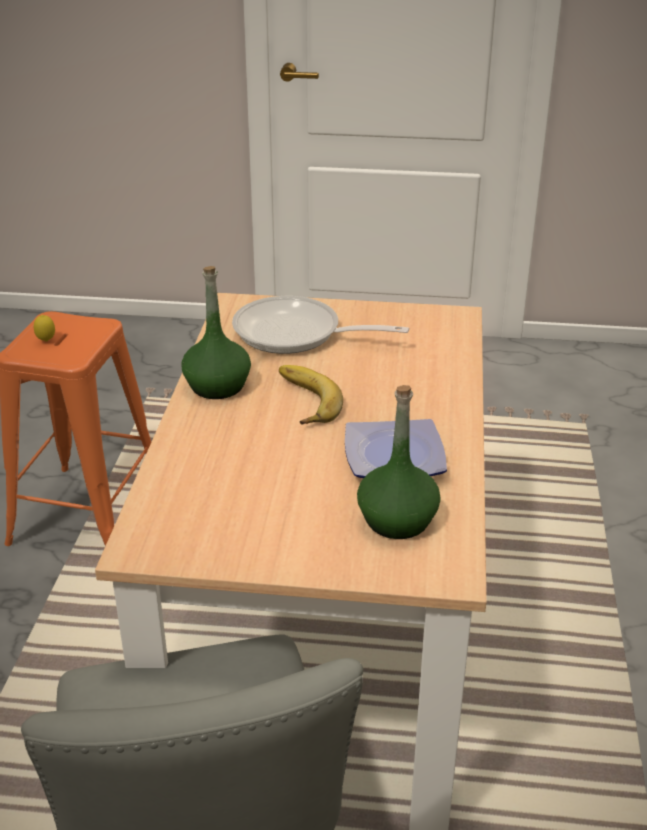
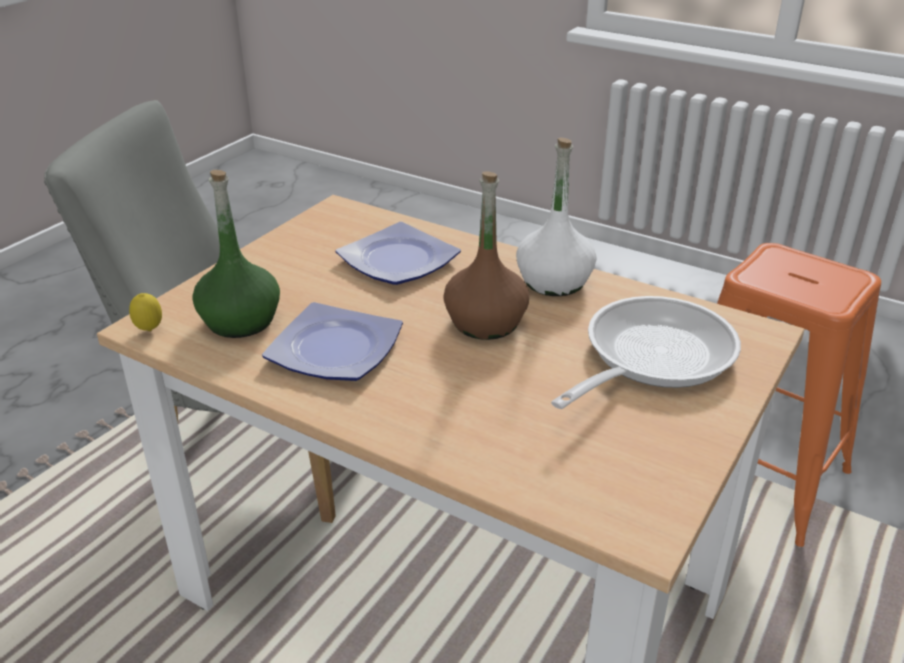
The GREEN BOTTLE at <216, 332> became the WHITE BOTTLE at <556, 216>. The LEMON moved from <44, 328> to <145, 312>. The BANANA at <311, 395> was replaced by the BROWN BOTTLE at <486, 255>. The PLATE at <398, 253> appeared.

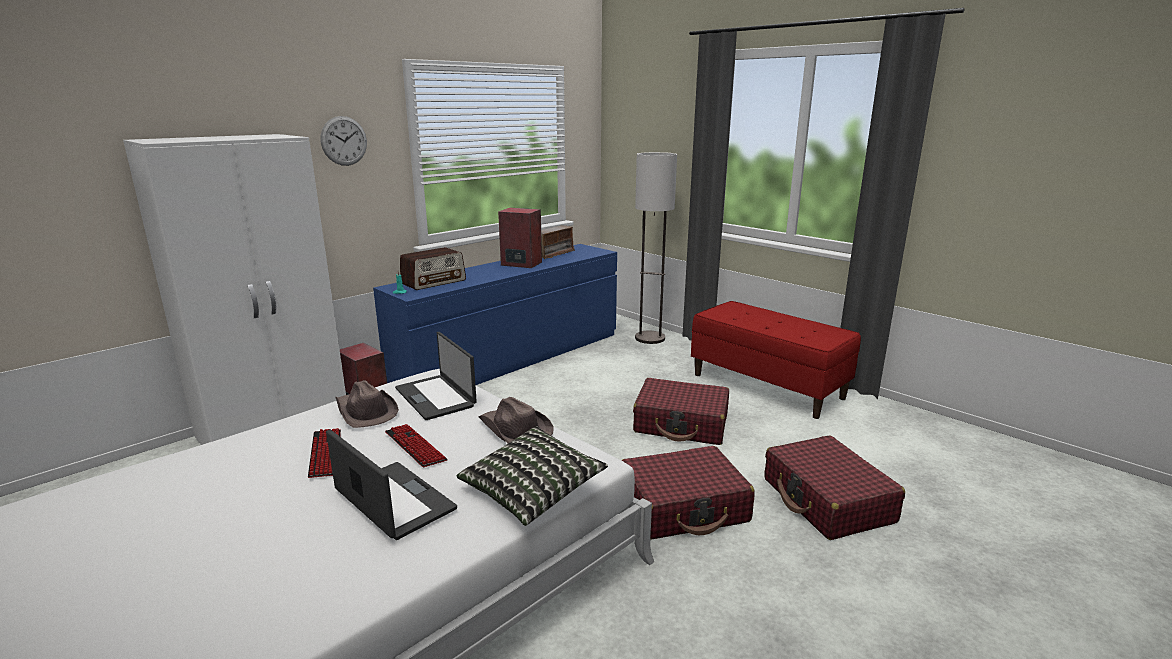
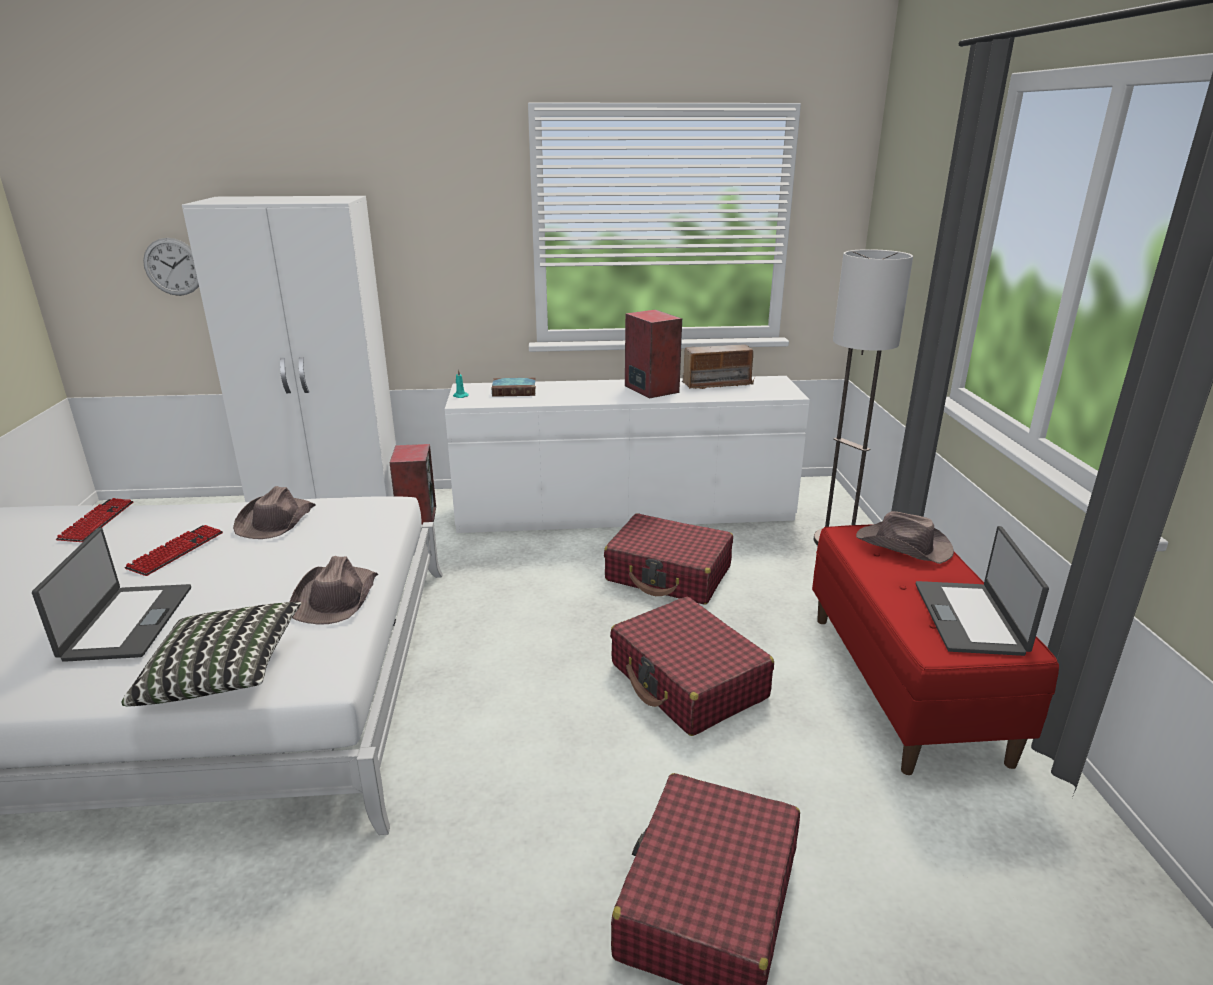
The WALL CLOCK moved from <343, 141> to <171, 267>. The BLUE DRESSER at <495, 314> became the WHITE DRESSER at <627, 454>. The RADIO at <433, 268> was replaced by the BOOK at <514, 387>. The LAPTOP moved from <436, 376> to <982, 591>. The KEYBOARD moved from <416, 445> to <95, 520>. The RED SUITCASE moved from <688, 493> to <668, 559>. The BROWN HAT at <905, 537> appeared.

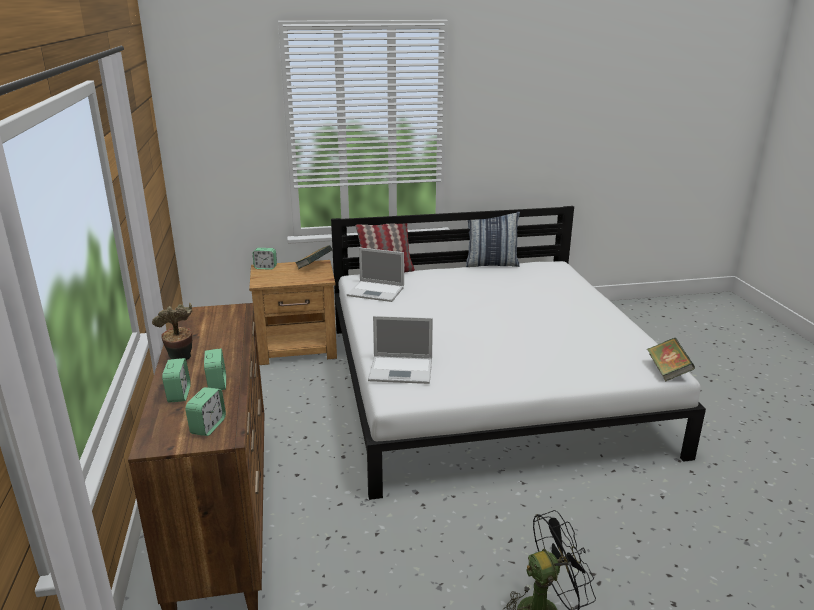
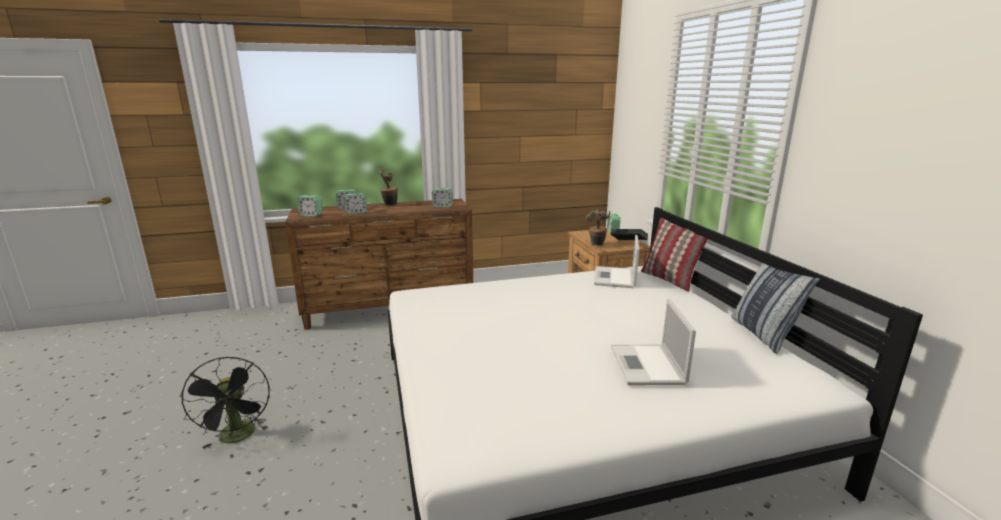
The LAPTOP moved from <400, 350> to <653, 341>. The BOOK at <671, 359> disappeared. The ALARM CLOCK at <442, 198> appeared. The POTTED PLANT at <598, 227> appeared.

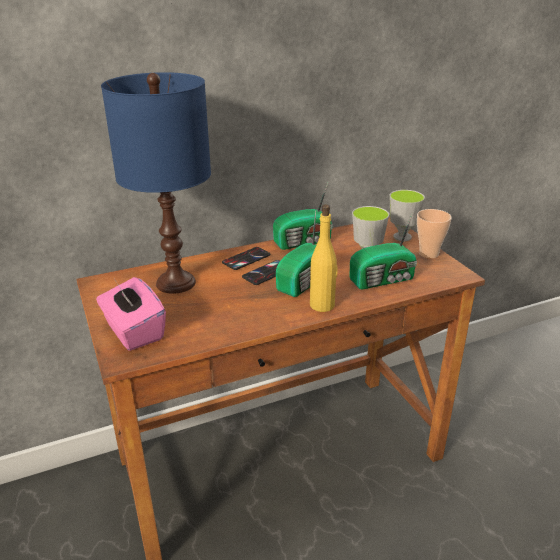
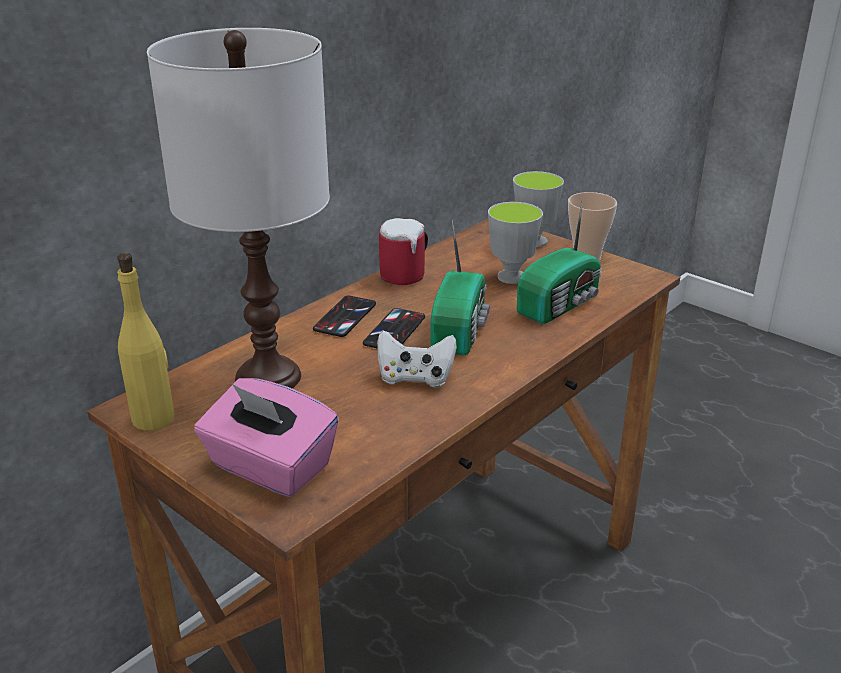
The BLUE TABLE LAMP at <156, 183> became the WHITE TABLE LAMP at <238, 208>. The RADIO at <303, 216> was replaced by the MUG at <403, 251>. The YELLOW BOTTLE moved from <323, 258> to <146, 342>. The WHITE GAME CONTROLLER at <417, 359> appeared.

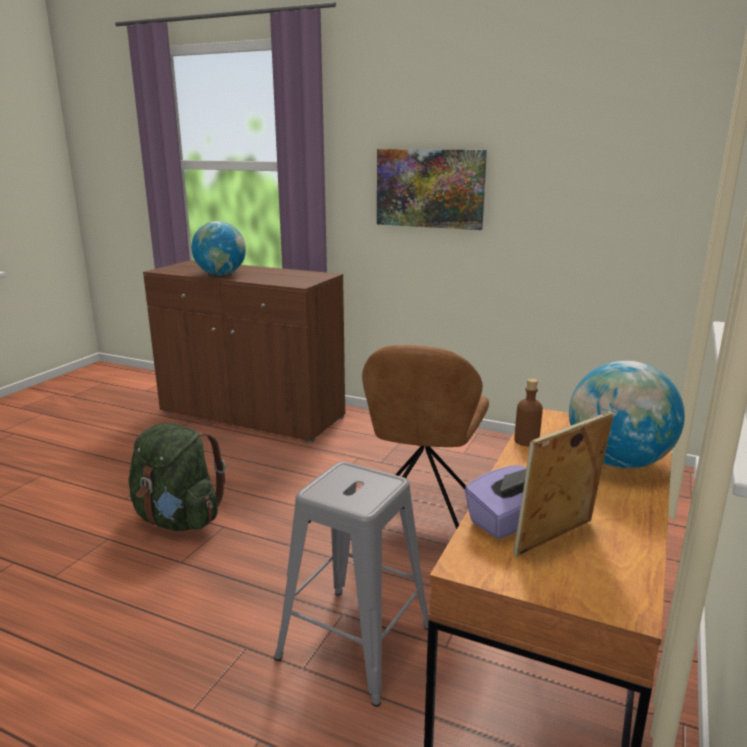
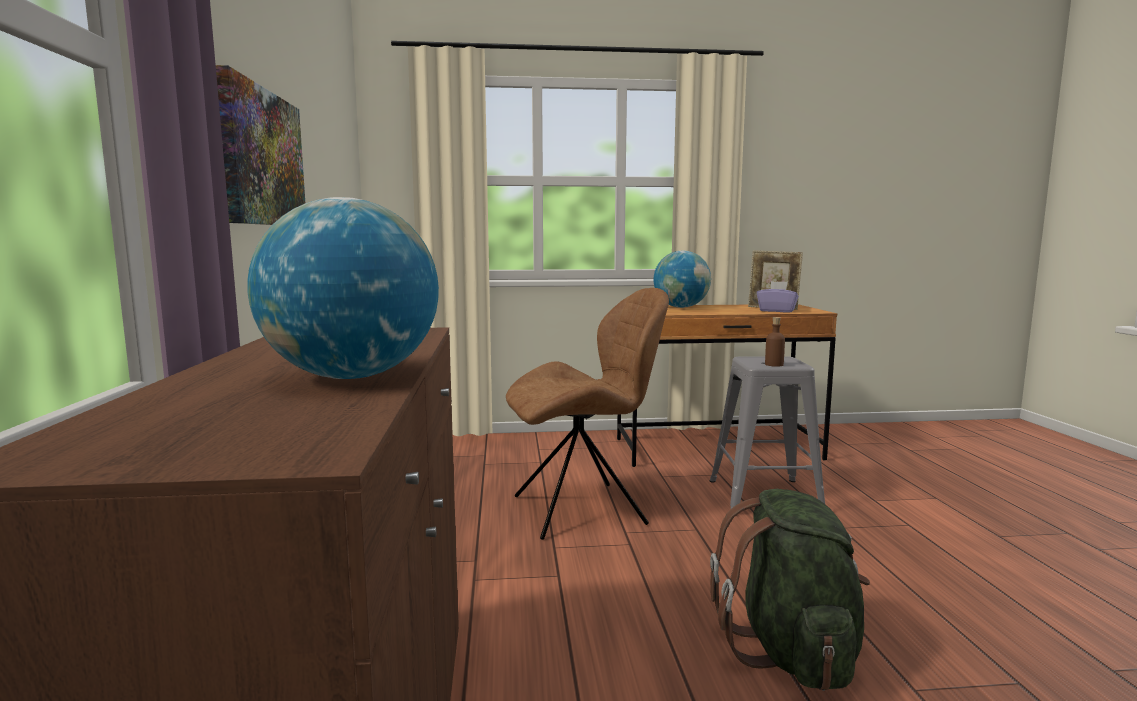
The BROWN BOTTLE moved from <528, 412> to <775, 342>.

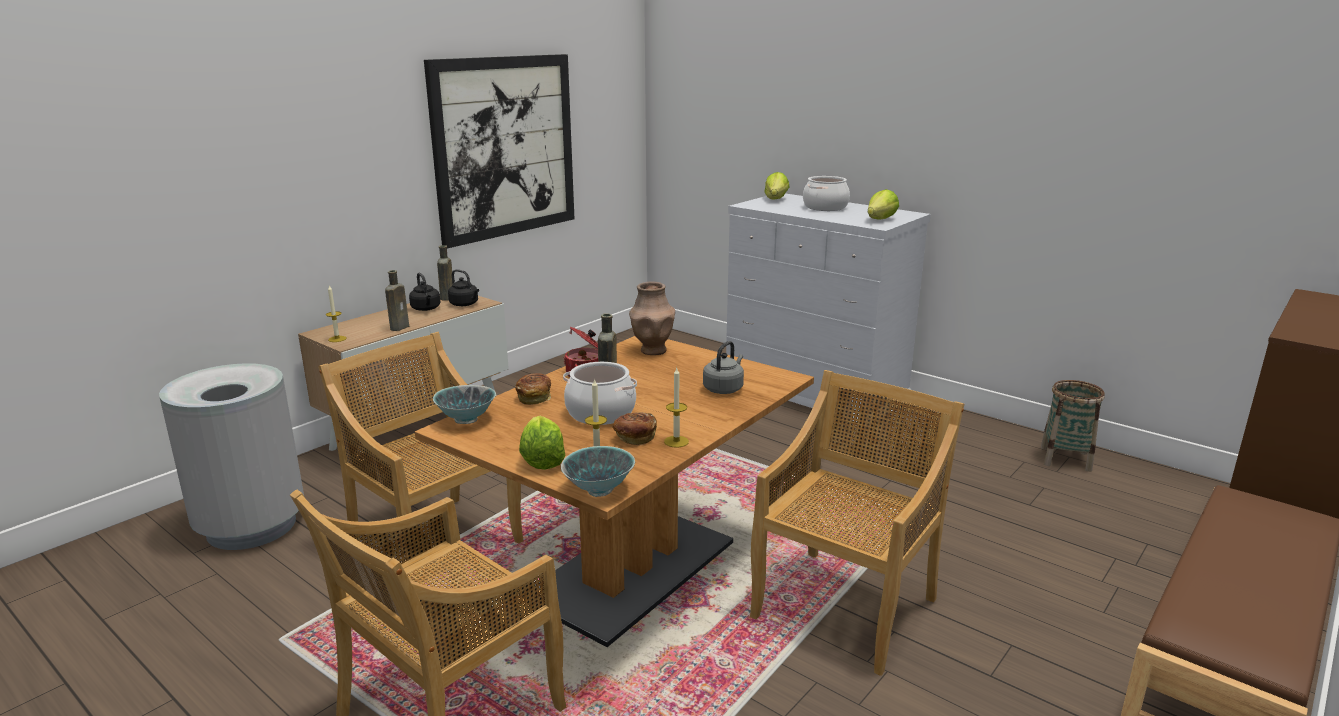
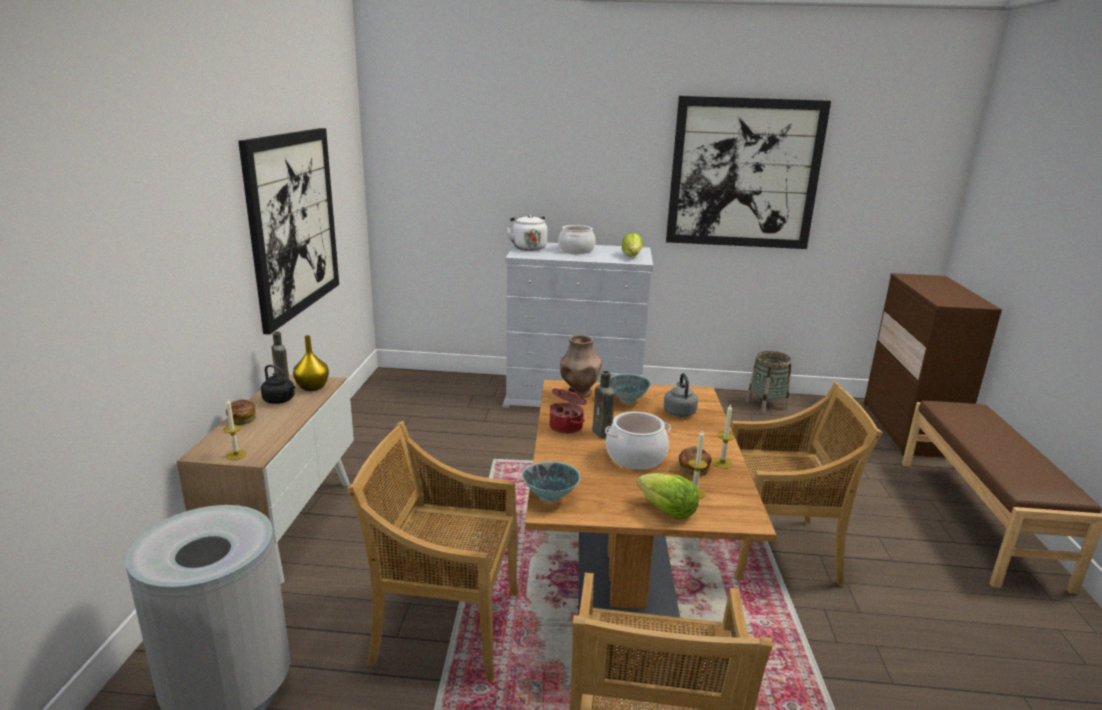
The LETTUCE at <776, 185> was replaced by the WHITE KETTLE at <526, 233>. The BLACK KETTLE at <463, 287> was replaced by the YELLOW VASE at <311, 363>. The BROWN BOTTLE at <397, 300> disappeared. The BEIGE CHAIR at <857, 523> turned 90 degrees clockwise. The BREAD moved from <533, 389> to <241, 412>. The BOWL moved from <598, 471> to <630, 388>. The PICTURE at <748, 172> appeared.

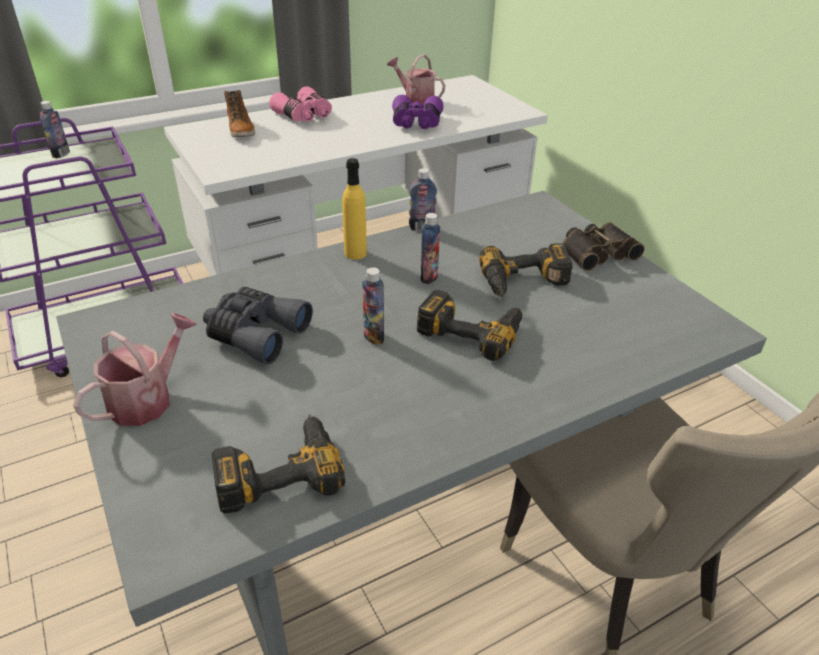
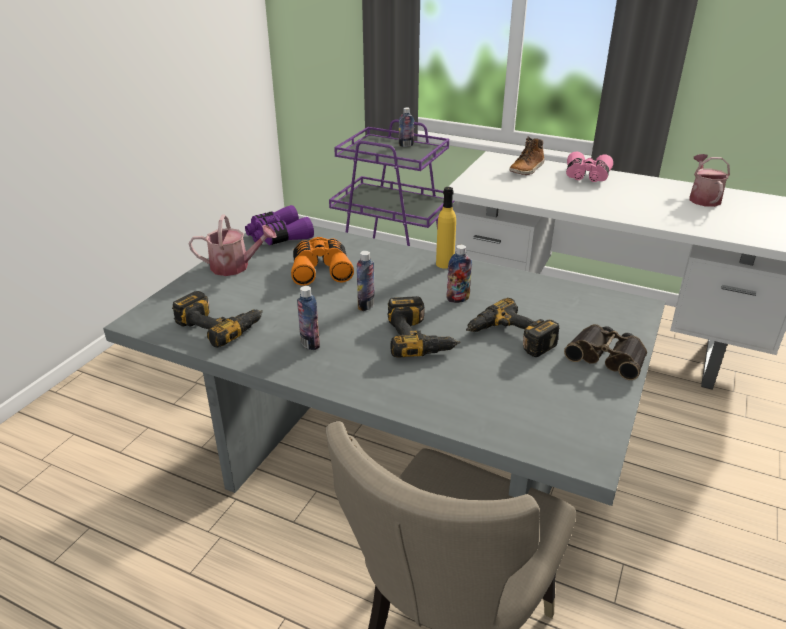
The PURPLE BINOCULARS moved from <417, 112> to <279, 225>. The BOTTLE moved from <423, 200> to <308, 318>. The GREY BINOCULARS at <258, 326> became the ORANGE BINOCULARS at <322, 261>.

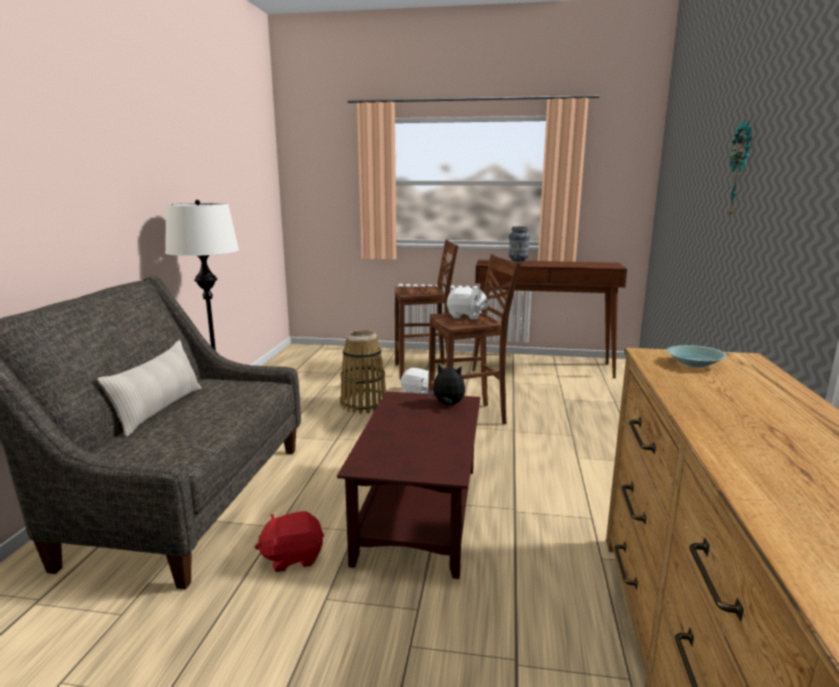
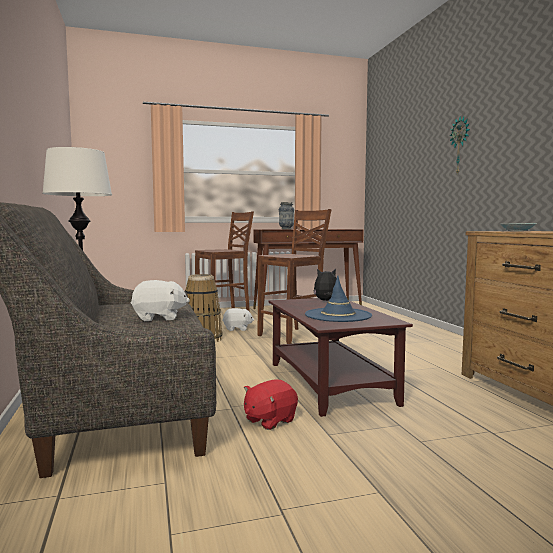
The WHITE PLUSH TOY moved from <468, 303> to <160, 300>. The BEIGE PILLOW at <149, 388> disappeared. The BLUE HAT at <338, 299> appeared.

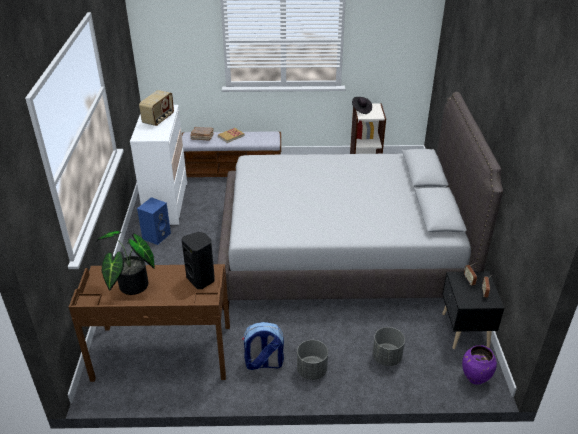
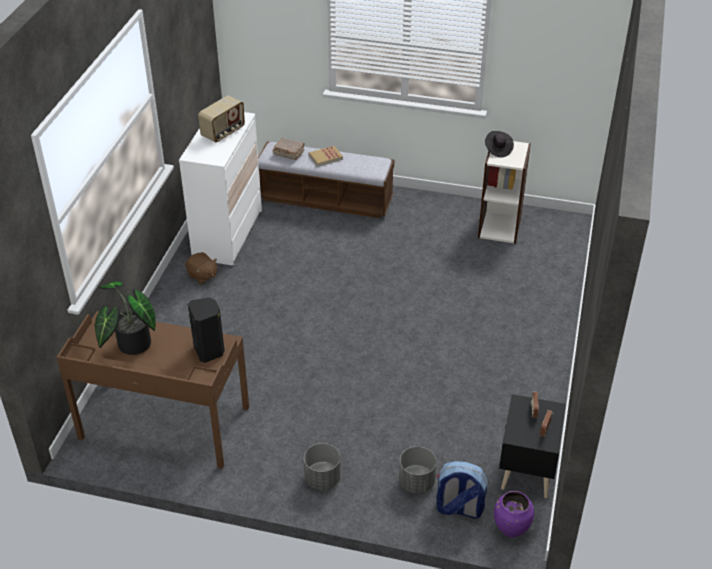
The GREY BED at <360, 201> disappeared. The BLUE SPEAKER at <154, 221> was replaced by the BROWN PLUSH TOY at <201, 268>. The BACKPACK moved from <263, 346> to <462, 490>.

